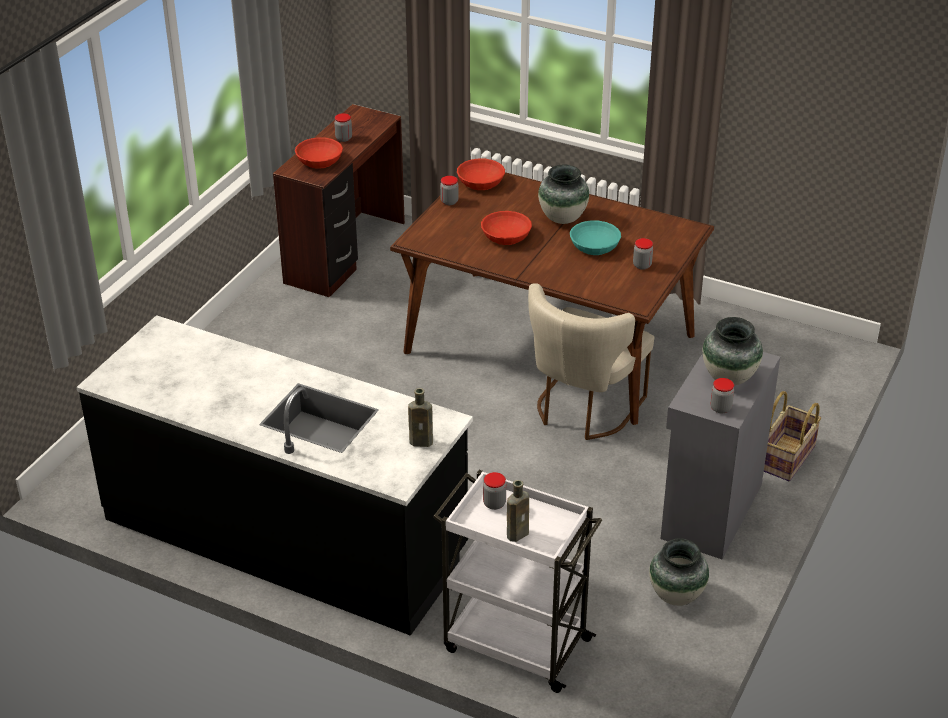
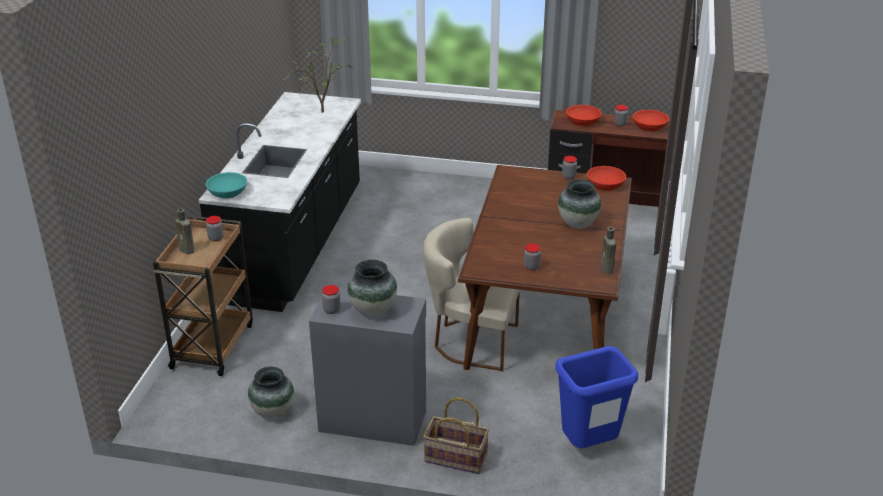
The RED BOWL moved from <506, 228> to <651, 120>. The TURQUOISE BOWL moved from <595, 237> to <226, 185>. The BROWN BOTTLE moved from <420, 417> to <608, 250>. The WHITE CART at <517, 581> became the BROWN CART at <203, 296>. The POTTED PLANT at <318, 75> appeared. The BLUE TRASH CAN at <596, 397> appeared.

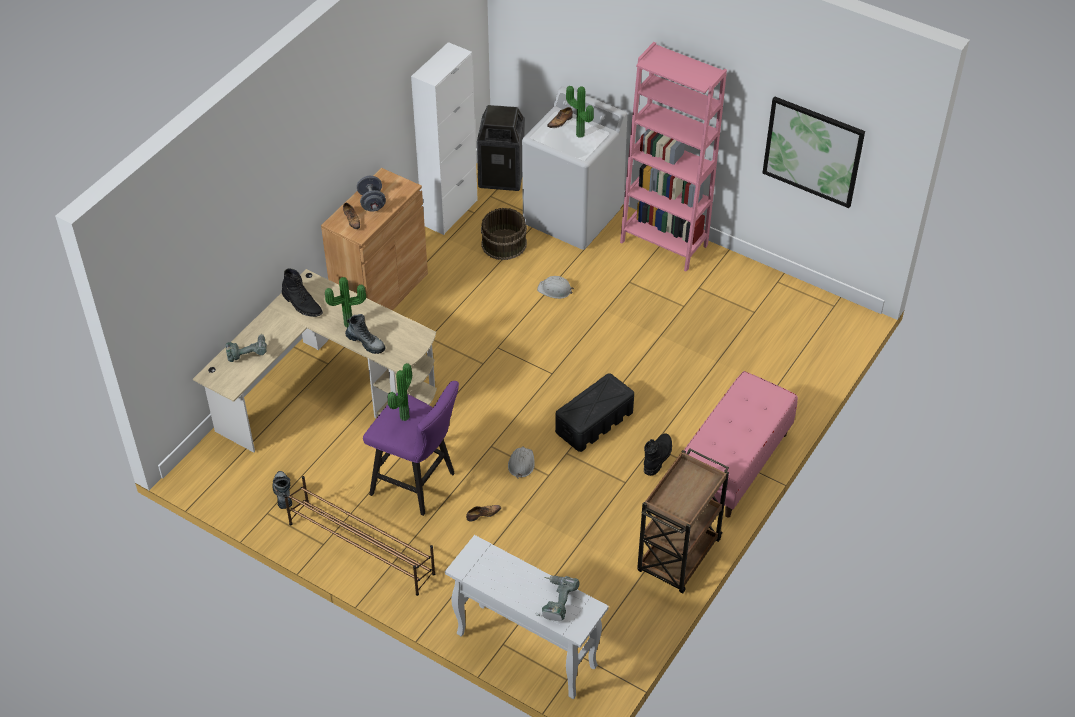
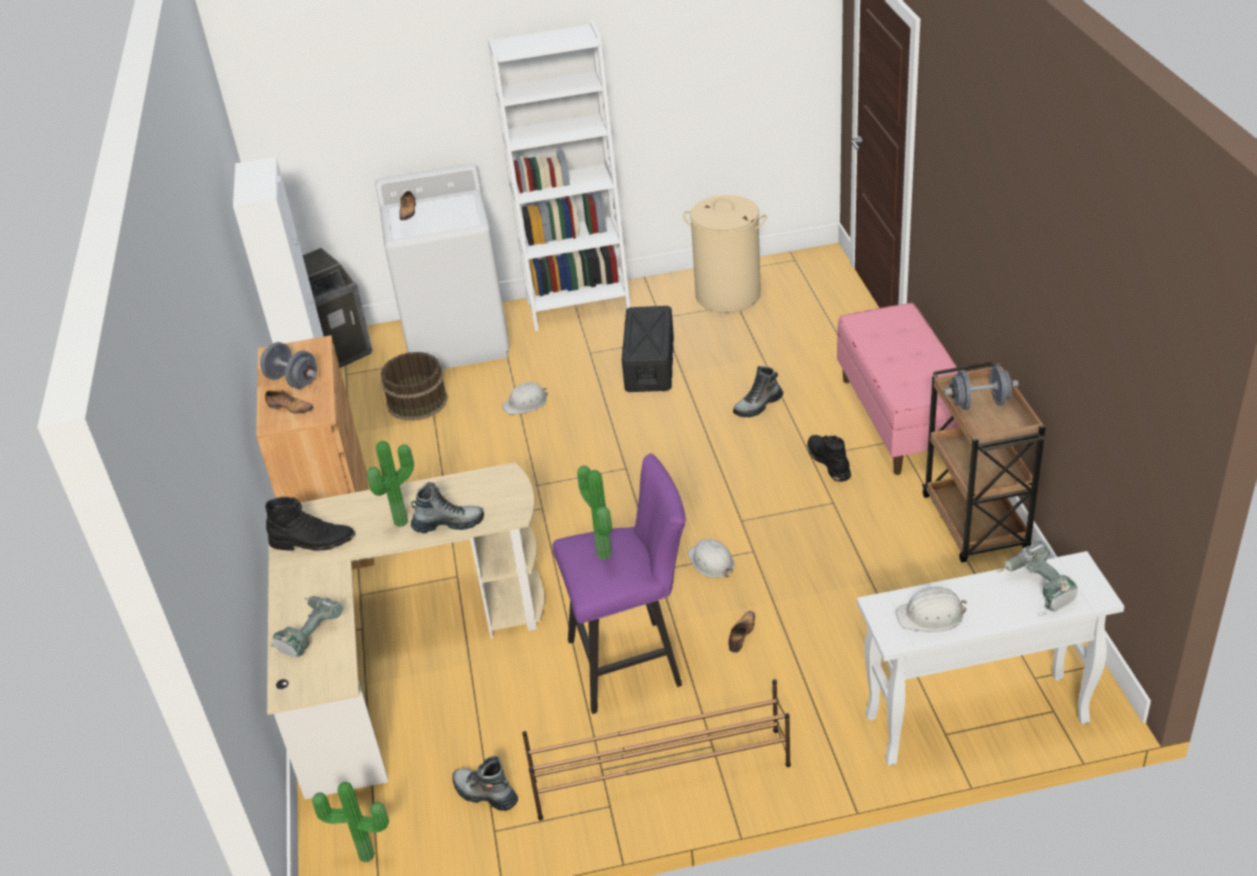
The PINK BOOKCASE at <673, 157> became the WHITE BOOKCASE at <559, 176>. The POTTED PLANT moved from <580, 112> to <350, 822>. The PICTURE at <813, 152> disappeared. The BLACK STORAGE BOX moved from <594, 412> to <648, 349>. The BEIGE LAUNDRY BASKET at <725, 254> appeared. The BOOT at <758, 391> appeared. The GREY DUMBBELL at <981, 388> appeared. The WHITE HARD HAT at <931, 609> appeared.

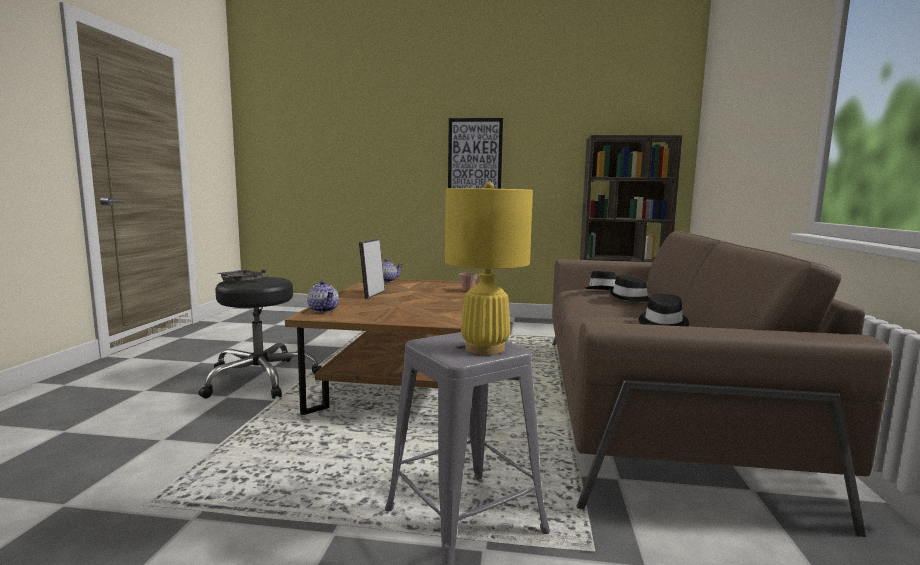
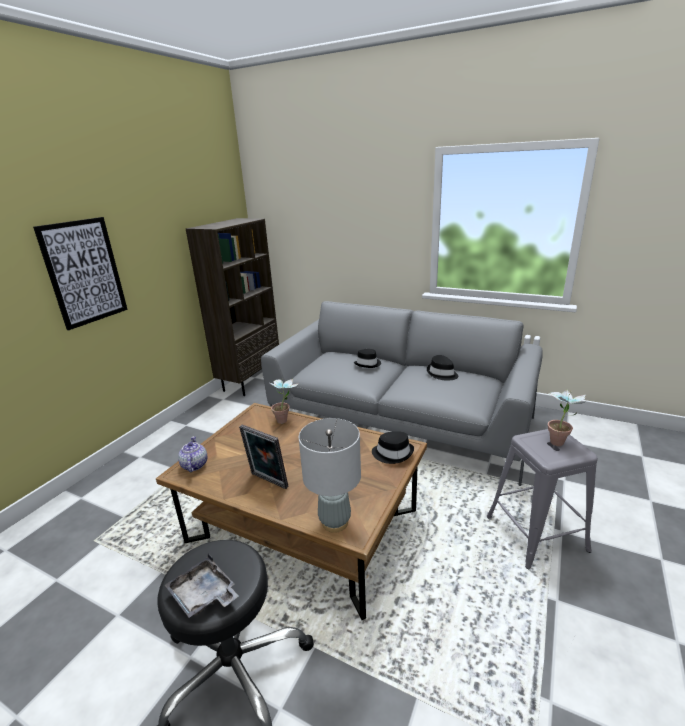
The YELLOW TABLE LAMP at <489, 268> was replaced by the POTTED PLANT at <567, 417>. The BROWN SOFA at <722, 383> became the GREY SOFA at <402, 393>. The BLACK HAT moved from <600, 280> to <393, 447>. The TEAPOT at <323, 296> was replaced by the GREY TABLE LAMP at <330, 475>.

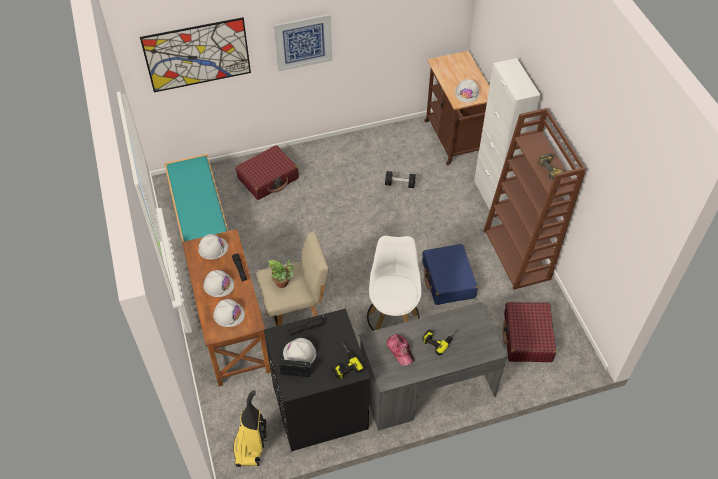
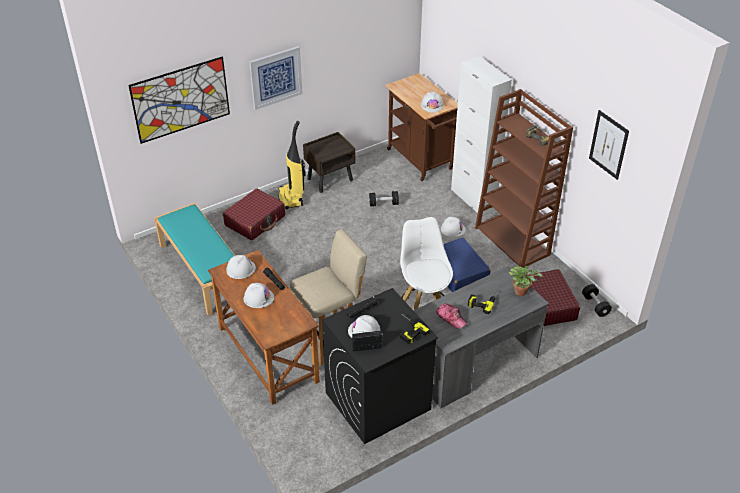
The POTTED PLANT moved from <281, 273> to <526, 281>. The WHITE HARD HAT moved from <229, 313> to <453, 227>. The VACUUM CLEANER moved from <250, 428> to <292, 165>. The PICTURE at <609, 145> appeared. The BROWN NIGHTSTAND at <329, 162> appeared. The BLACK DUMBBELL at <597, 300> appeared.

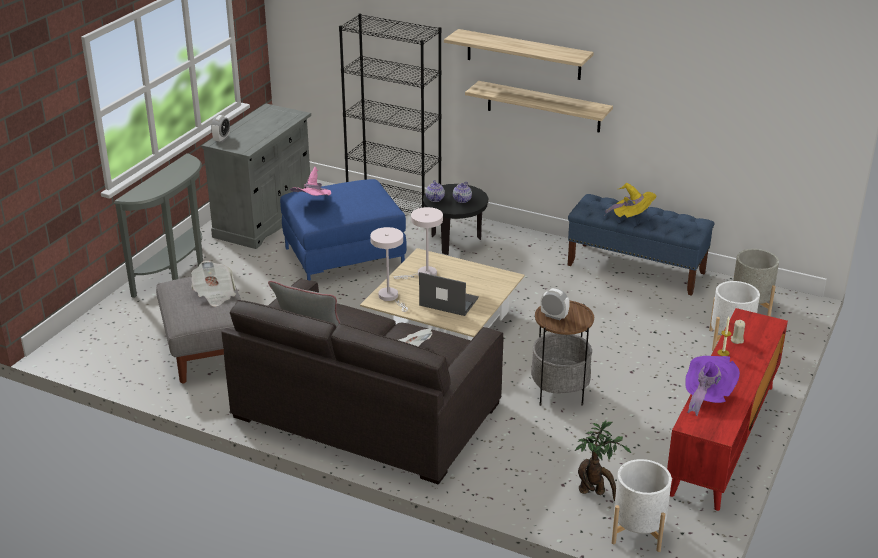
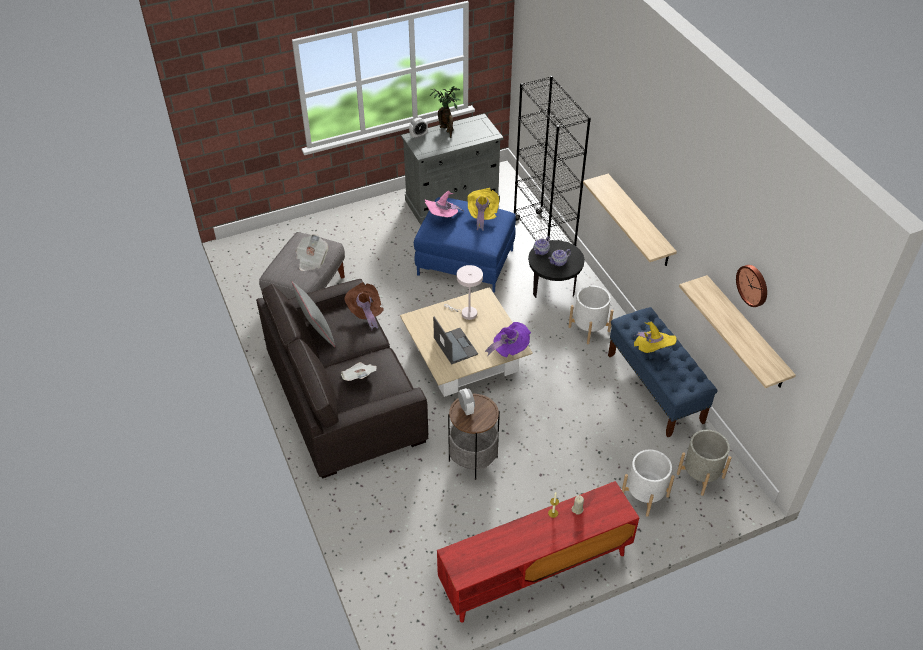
The SHELF moved from <519, 54> to <737, 331>. The GREY CONSOLE TABLE at <158, 225> disappeared. The WHITE TABLE LAMP at <389, 269> disappeared. The PURPLE HAT moved from <713, 386> to <508, 339>. The POTTED PLANT moved from <603, 461> to <445, 112>. The WHITE PLANTER moved from <642, 505> to <591, 315>. The YELLOW HAT at <483, 209> appeared. The WALL CLOCK at <751, 286> appeared. The BROWN HAT at <364, 306> appeared.

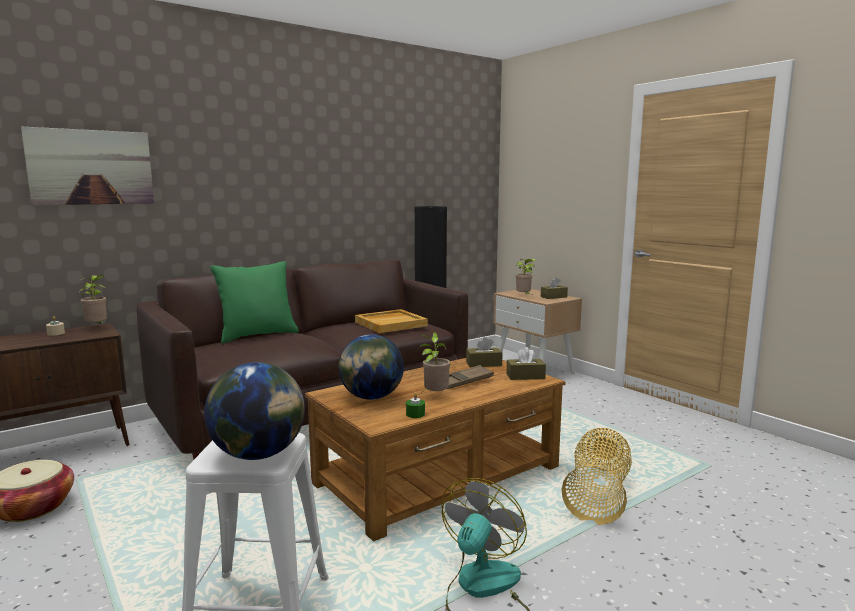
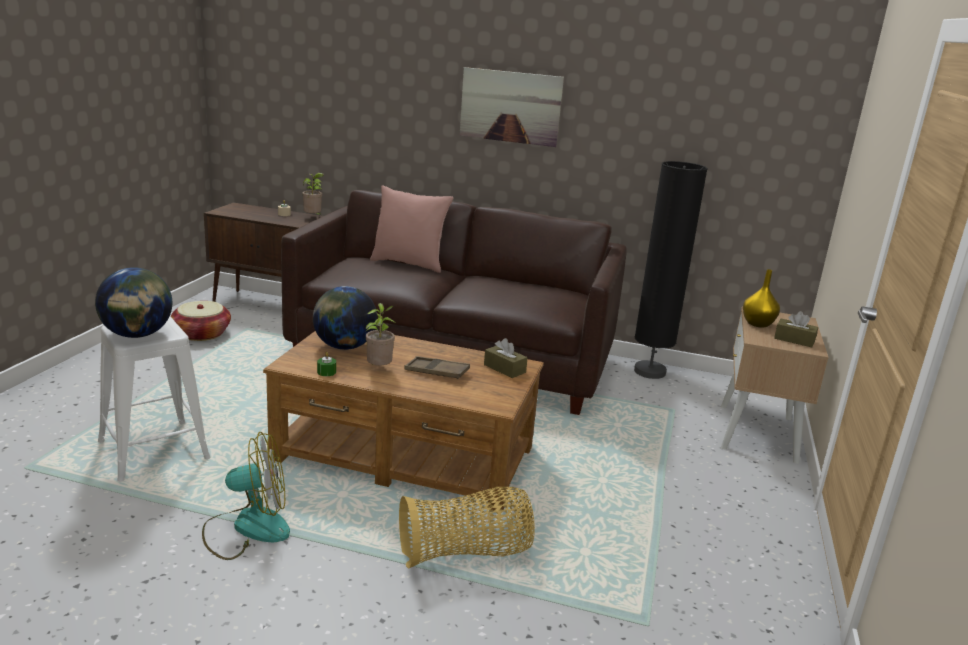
The PICTURE moved from <87, 165> to <512, 107>. The POTTED PLANT at <526, 276> was replaced by the YELLOW VASE at <761, 298>. The GREEN PILLOW at <254, 302> became the PINK PILLOW at <412, 229>. The BEIGE TRAY at <391, 321> disappeared. The BROWN TISSUE BOX at <526, 363> disappeared.

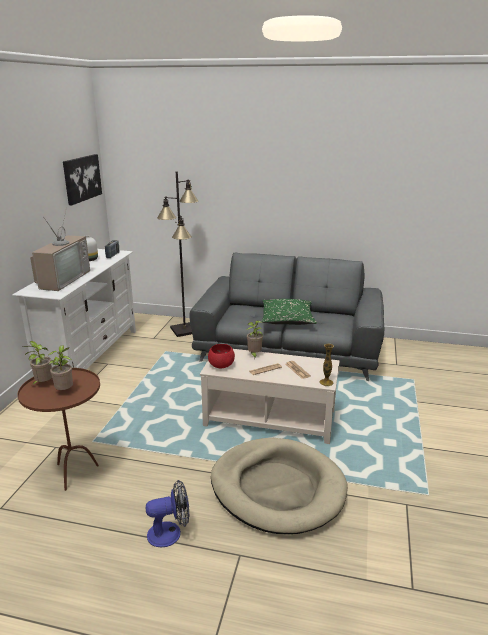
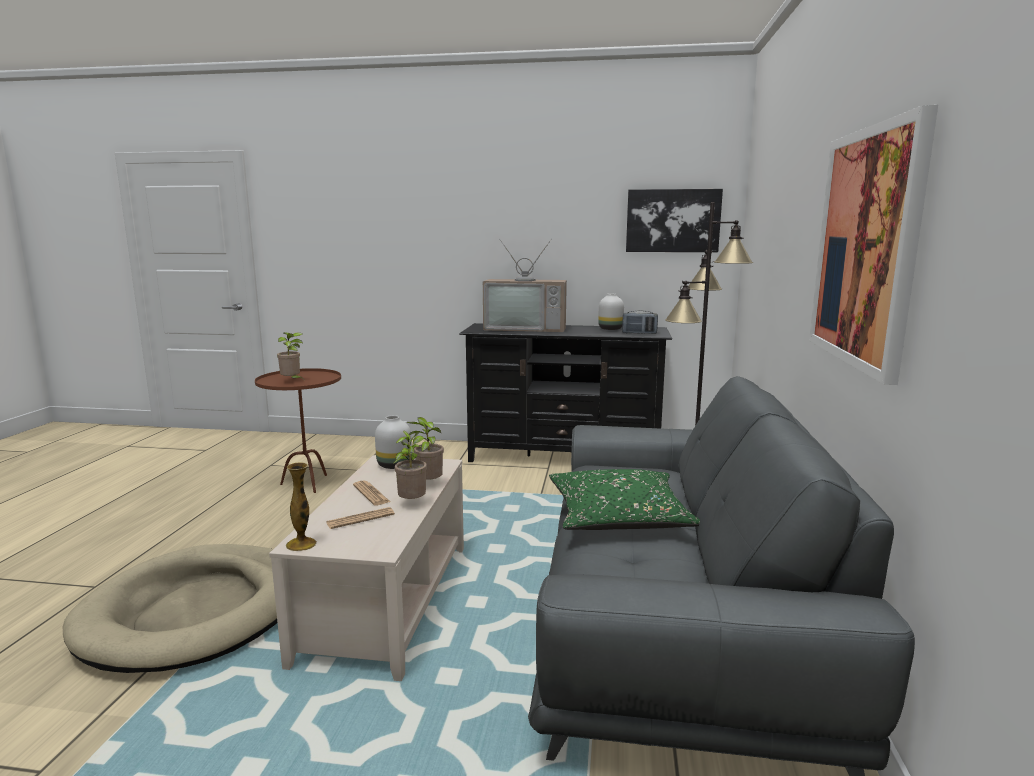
The WHITE TV STAND at <74, 312> became the BLACK TV STAND at <565, 392>. The POTTED PLANT moved from <37, 363> to <410, 465>. The RED BOWL at <221, 356> was replaced by the WHITE VASE at <393, 442>. The FAN at <167, 513> disappeared. The PICTURE at <873, 245> appeared.

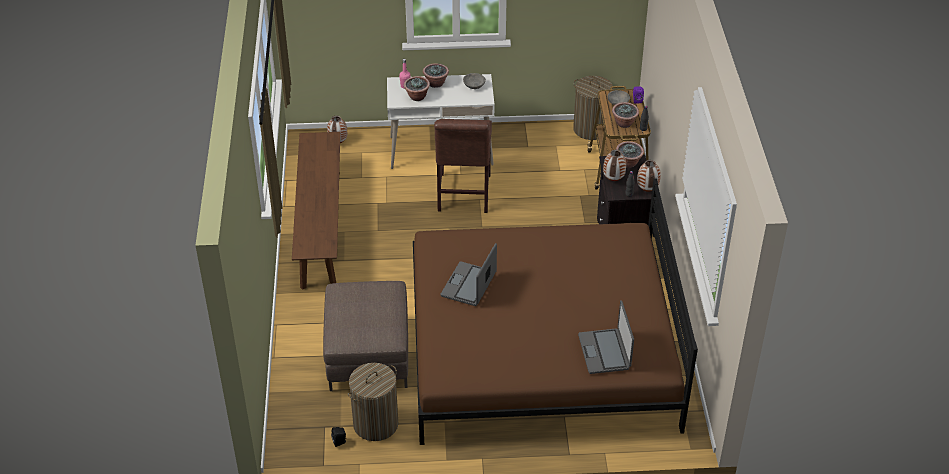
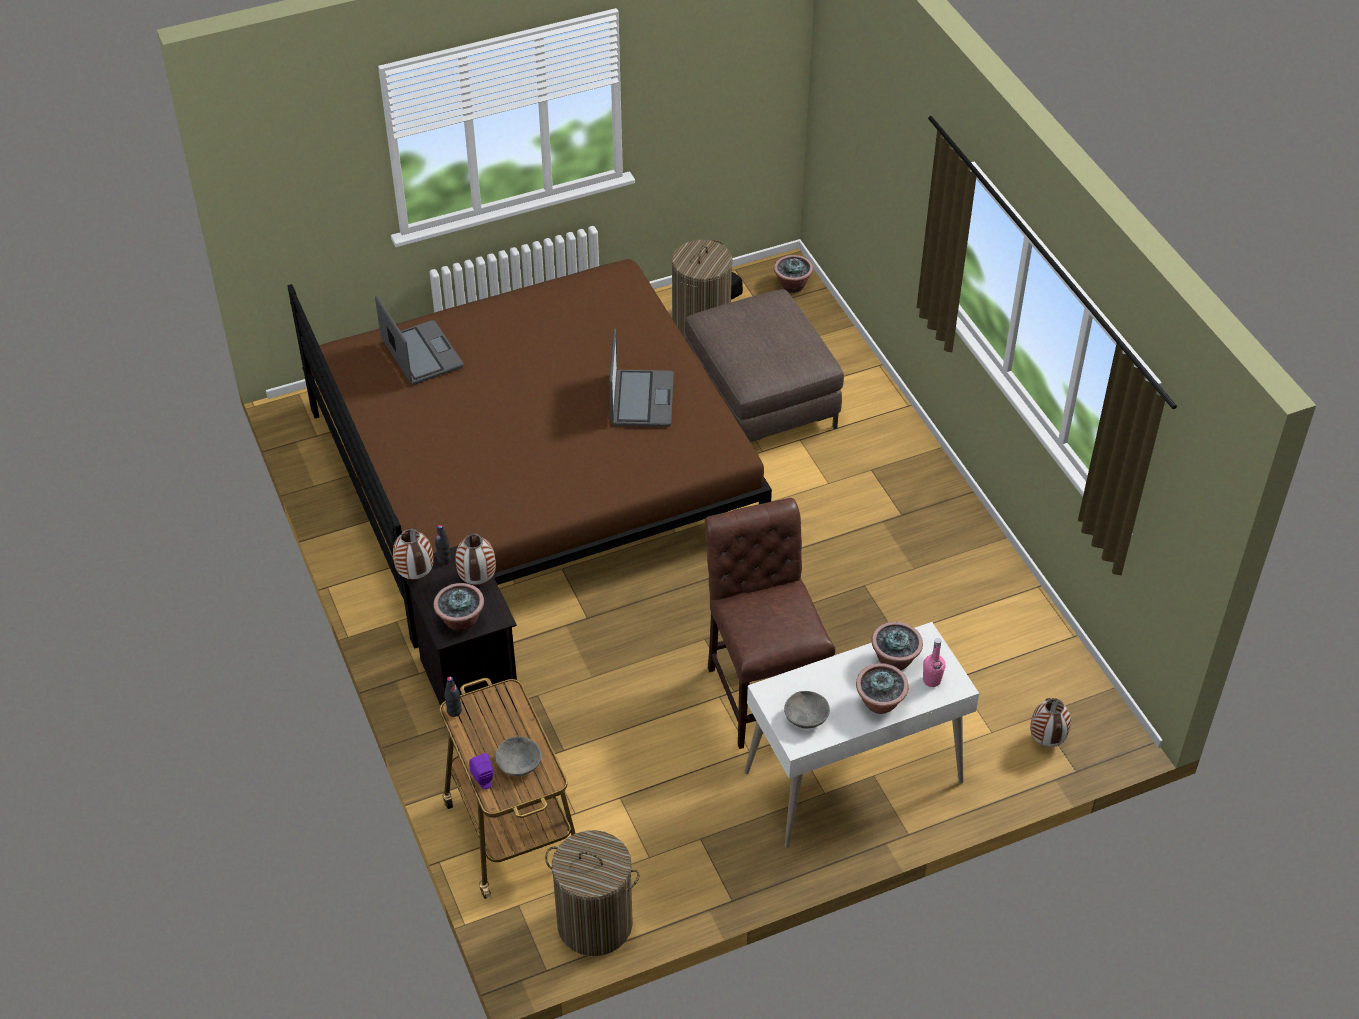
The POTTED PLANT moved from <625, 115> to <793, 274>. The BROWN BENCH at <316, 211> disappeared.

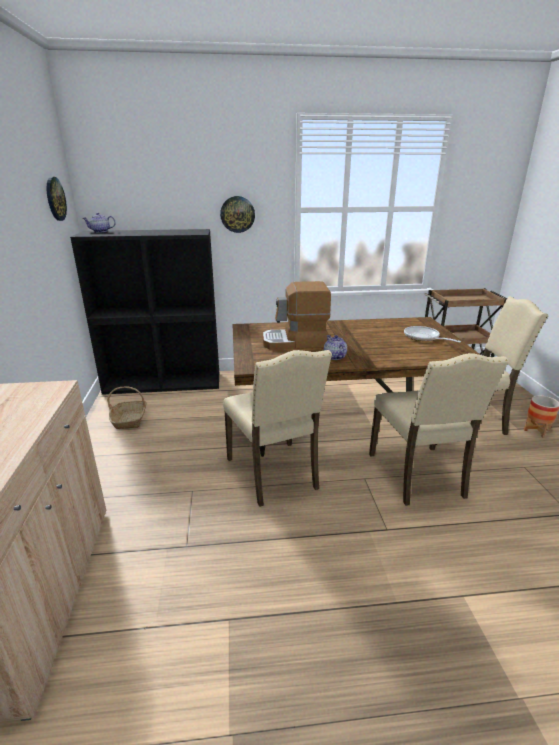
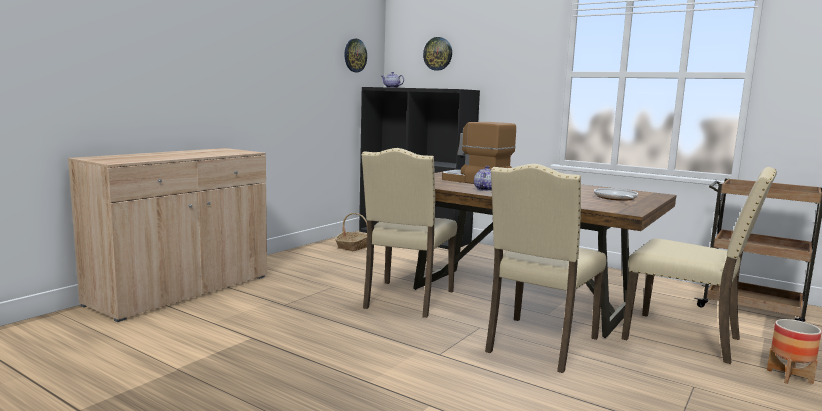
The WALL CLOCK moved from <237, 214> to <437, 54>.

